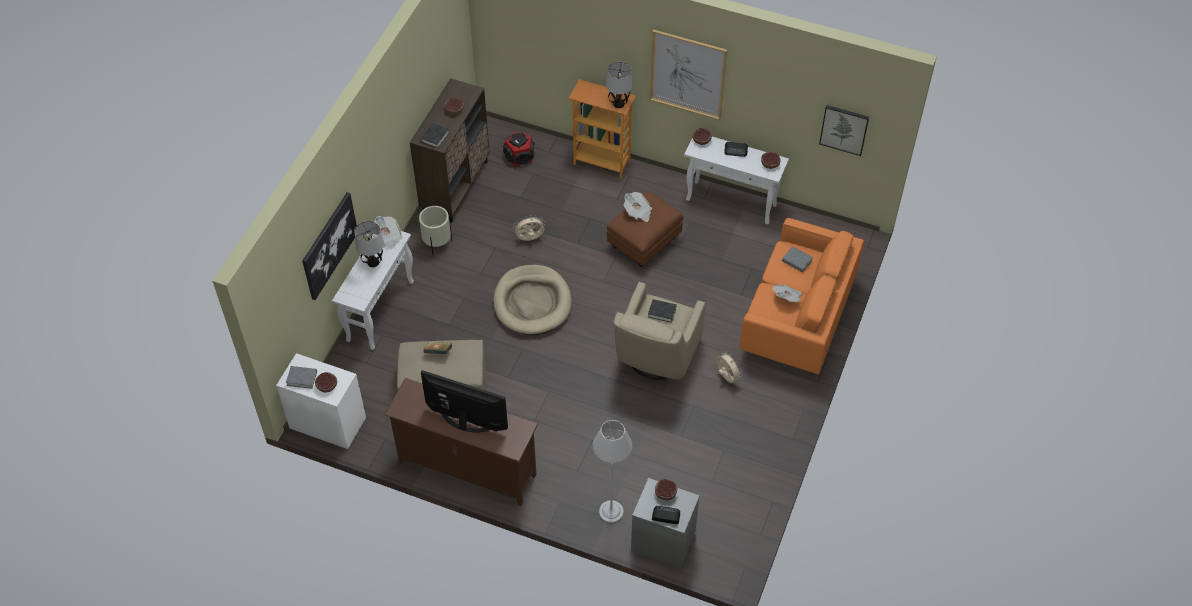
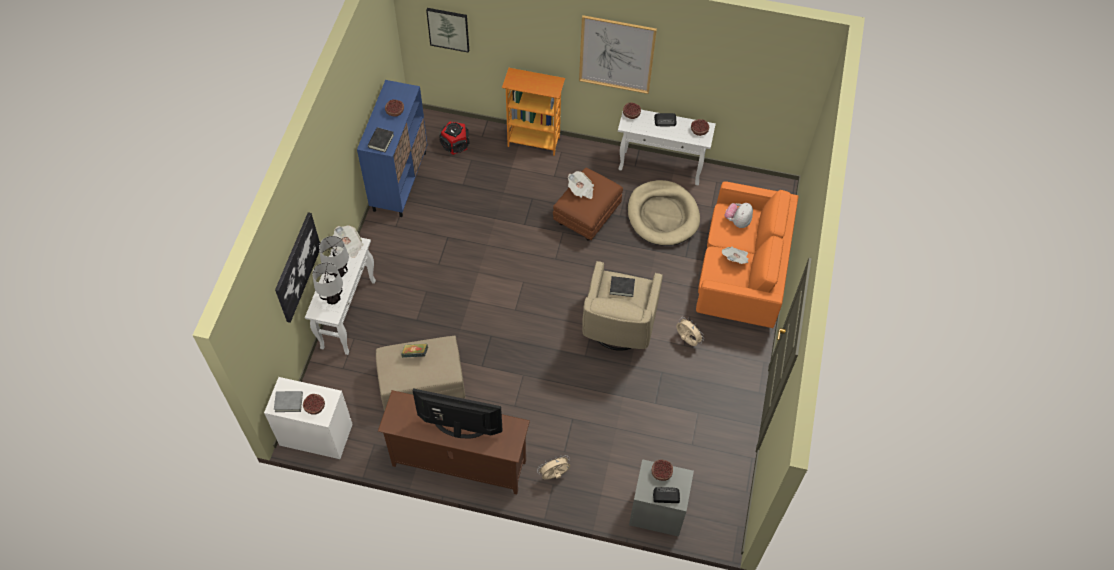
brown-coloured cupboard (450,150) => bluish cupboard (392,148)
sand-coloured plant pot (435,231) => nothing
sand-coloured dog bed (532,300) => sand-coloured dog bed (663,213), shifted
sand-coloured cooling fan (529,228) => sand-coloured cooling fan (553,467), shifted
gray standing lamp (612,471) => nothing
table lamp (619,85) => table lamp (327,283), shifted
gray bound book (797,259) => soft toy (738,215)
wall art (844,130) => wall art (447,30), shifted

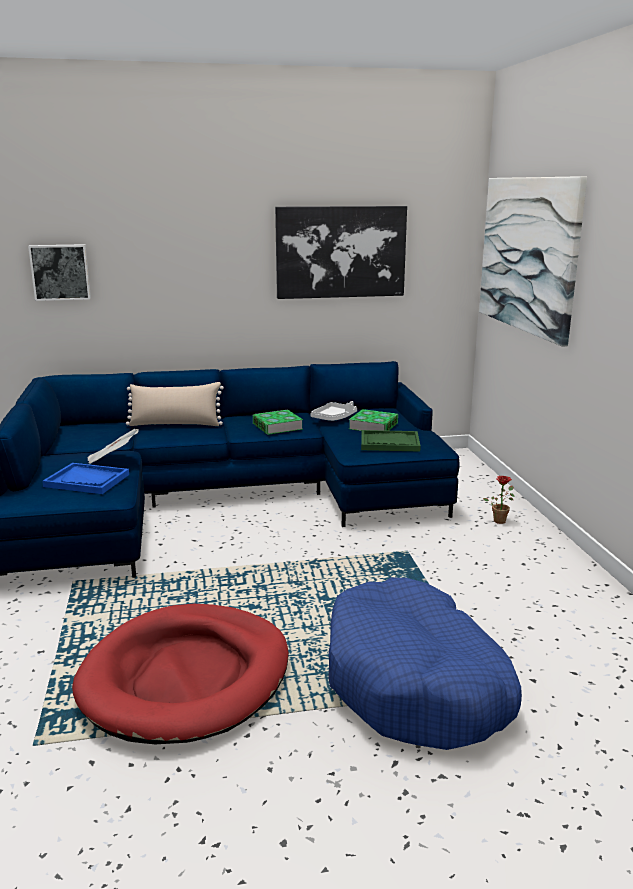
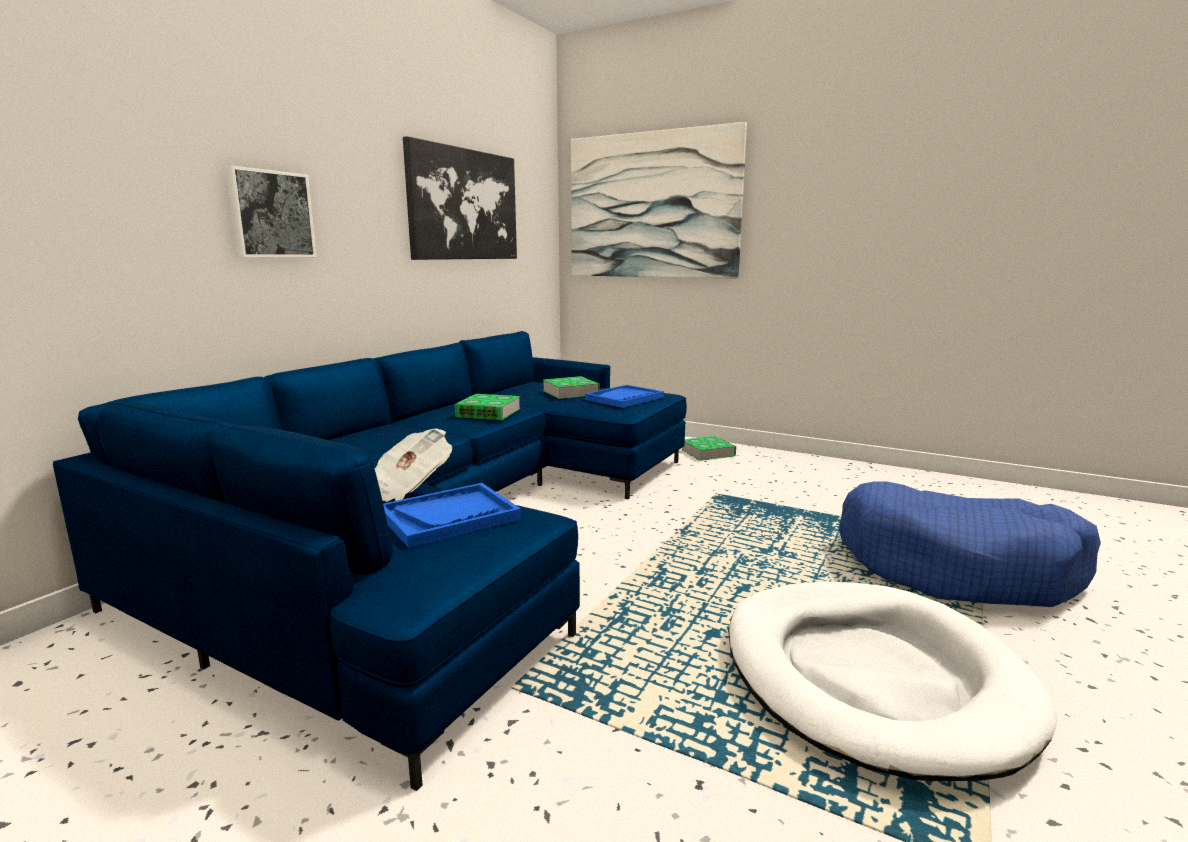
wall art (59,272) => wall art (271,211), shifted
red-coloured dog bed (180,674) => white-coloured dog bed (892,681)
sand-coloured throw pillow (175,404) => nothing
white-coloured tray (333,411) => nothing
greenish tray (391,441) => bluish tray (624,396)
potted plant (499,500) => bound book (708,448)

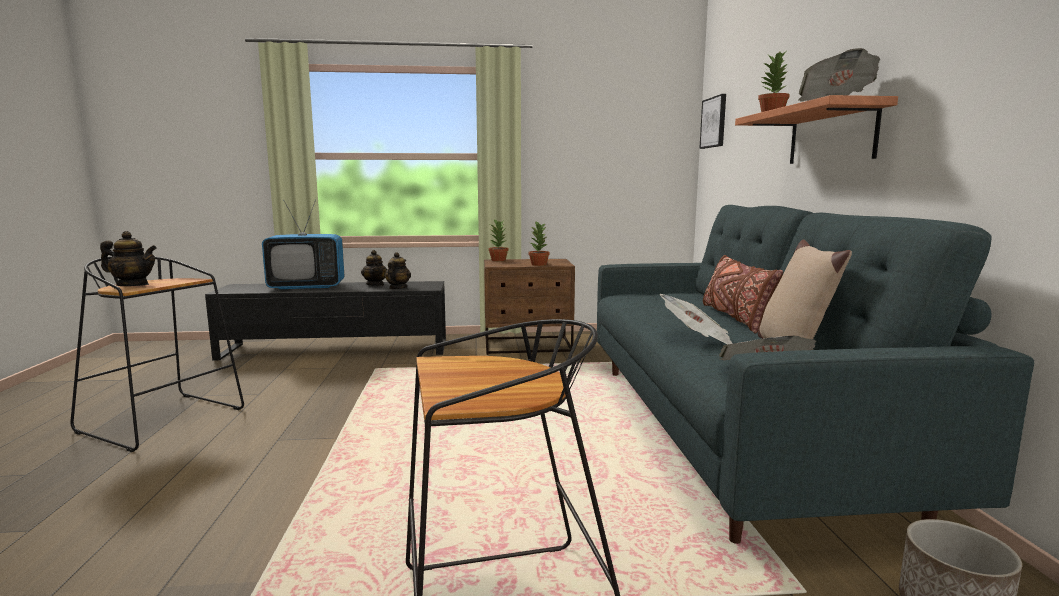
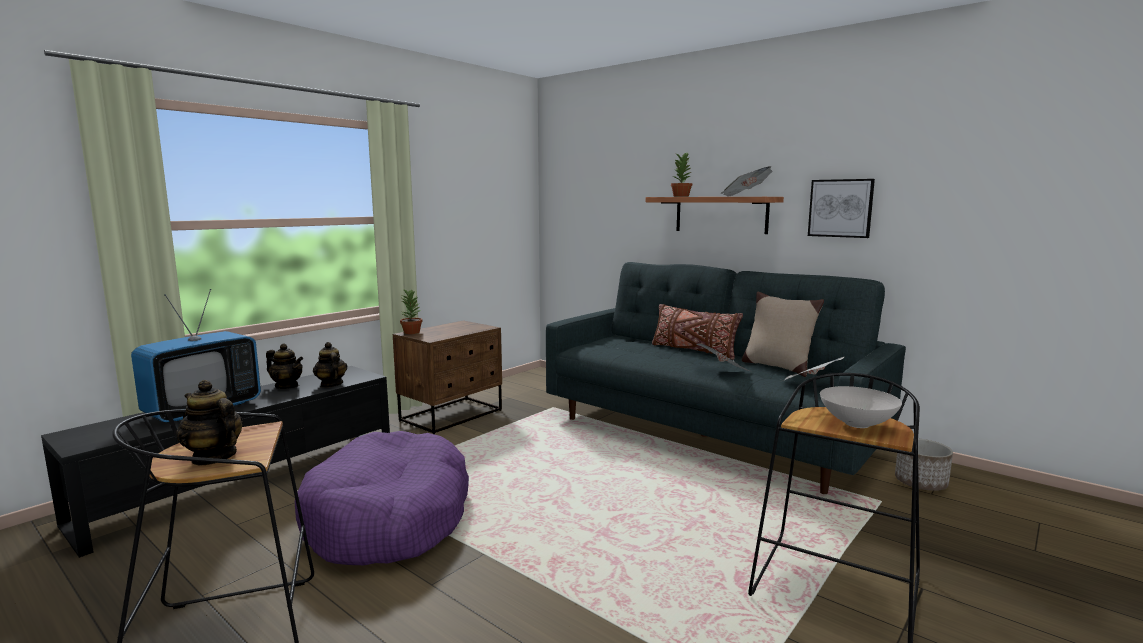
tea pot (128,258) => tea pot (209,422), 105 degrees counterclockwise
potted plant (539,243) => nothing
wall art (712,121) => wall art (841,208), shifted
nothing => purple dog bed (382,498)
nothing => white-coloured deep dish (861,407)

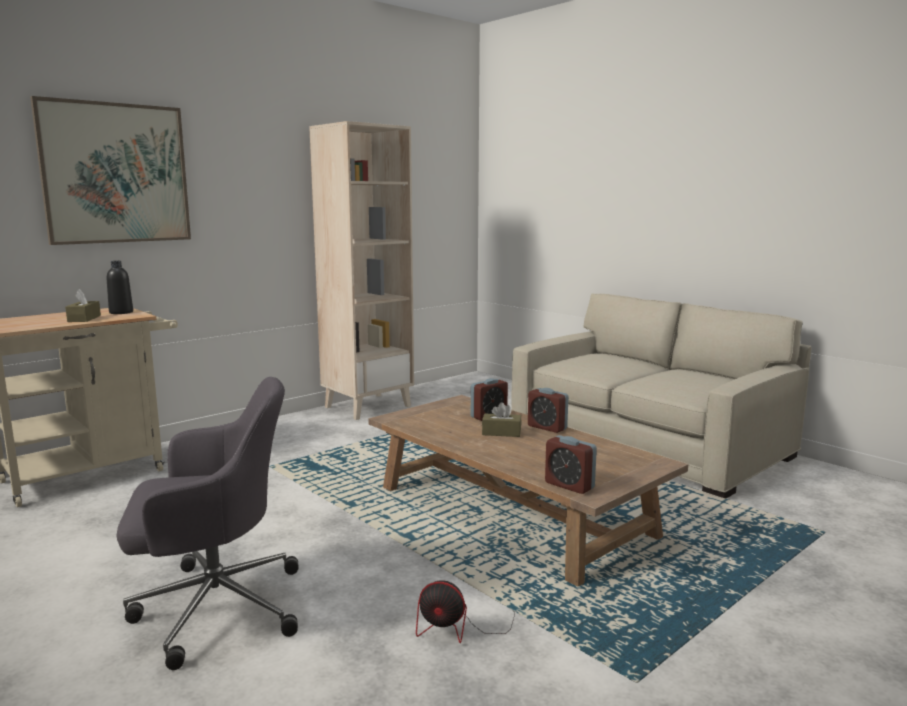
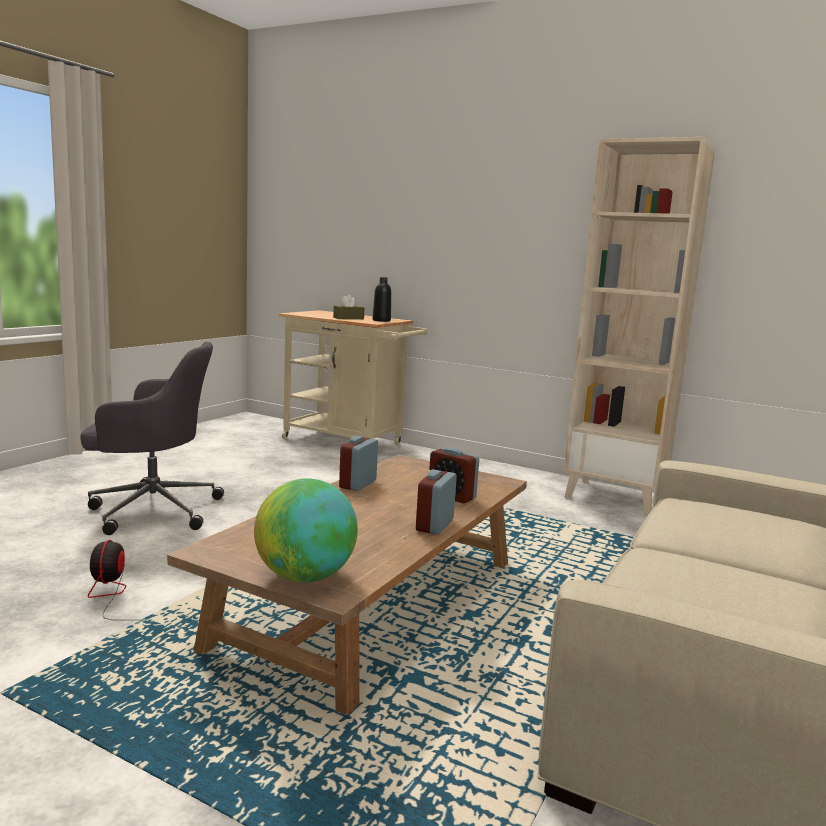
wall art (110,170) => nothing
gray computer chair (207,523) => gray computer chair (152,438), 60 degrees counterclockwise
brown-coloured box of tissues (502,419) => nothing
bedside clock (571,464) => bedside clock (358,463), shifted
nothing => world globe (306,530)

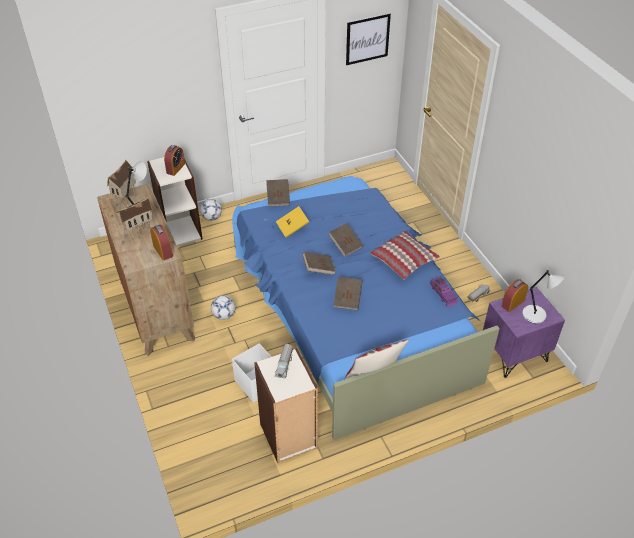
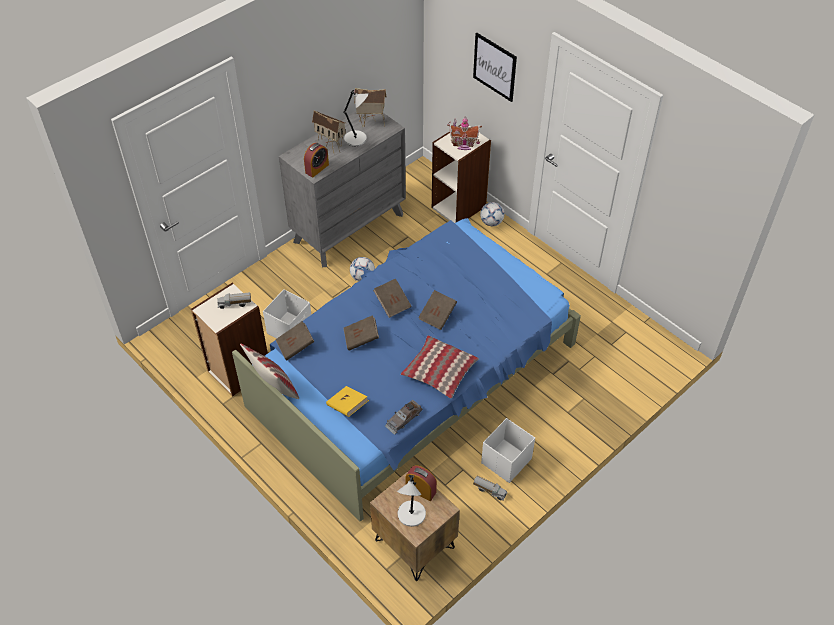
brown-coloured drawer chest (146,269) => gray drawer chest (342,189)
bedside clock (174,160) => miniature house (464,133)
brown-coloured bound book (278,193) => brown-coloured bound book (294,340), shifted
yellow bound book (292,221) => yellow bound book (347,401), shifted
wall art (368,39) => wall art (495,67), shifted
purple toy car (444,291) => gray toy car (403,417)
purple night table (524,332) => brown-coloured night table (415,526)
nothing => white-coloured storage container (508,450)

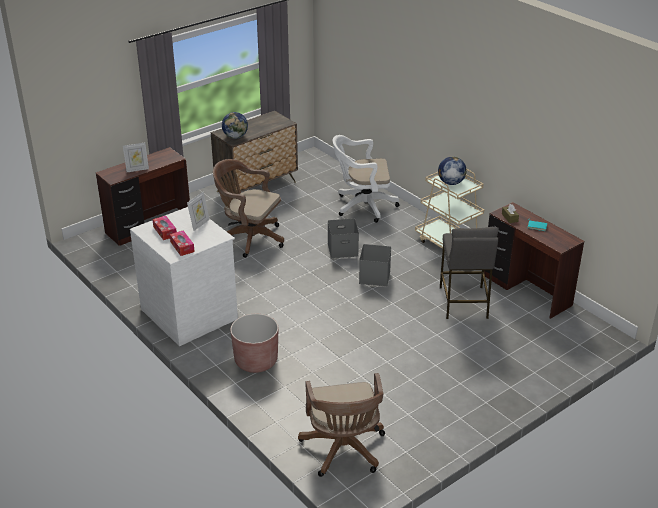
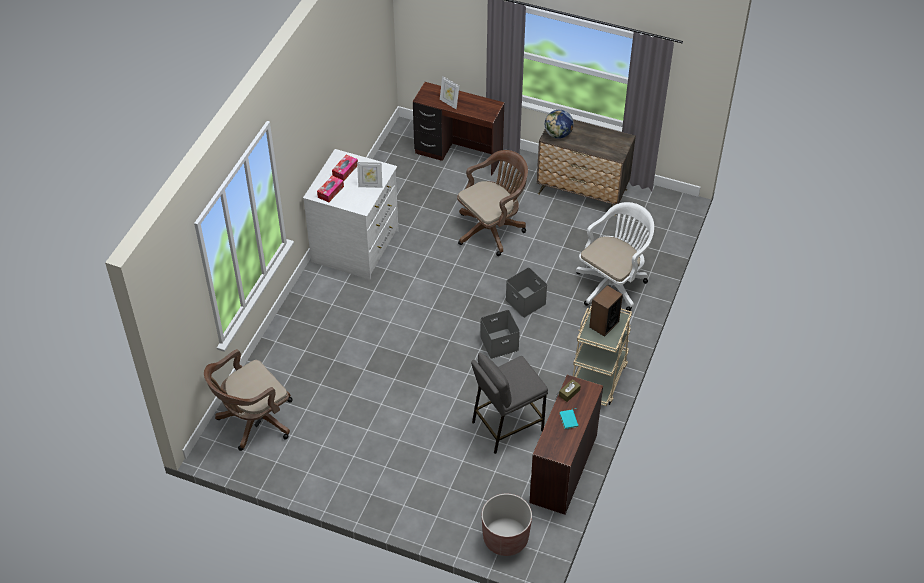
brown-coloured computer chair (248,208) => brown-coloured computer chair (492,203), 60 degrees clockwise
brown-coloured plant pot (254,343) => brown-coloured plant pot (507,525), shifted
white-coloured computer chair (366,179) => white-coloured computer chair (615,256), 75 degrees clockwise
world globe (452,171) => audio speaker (606,311)

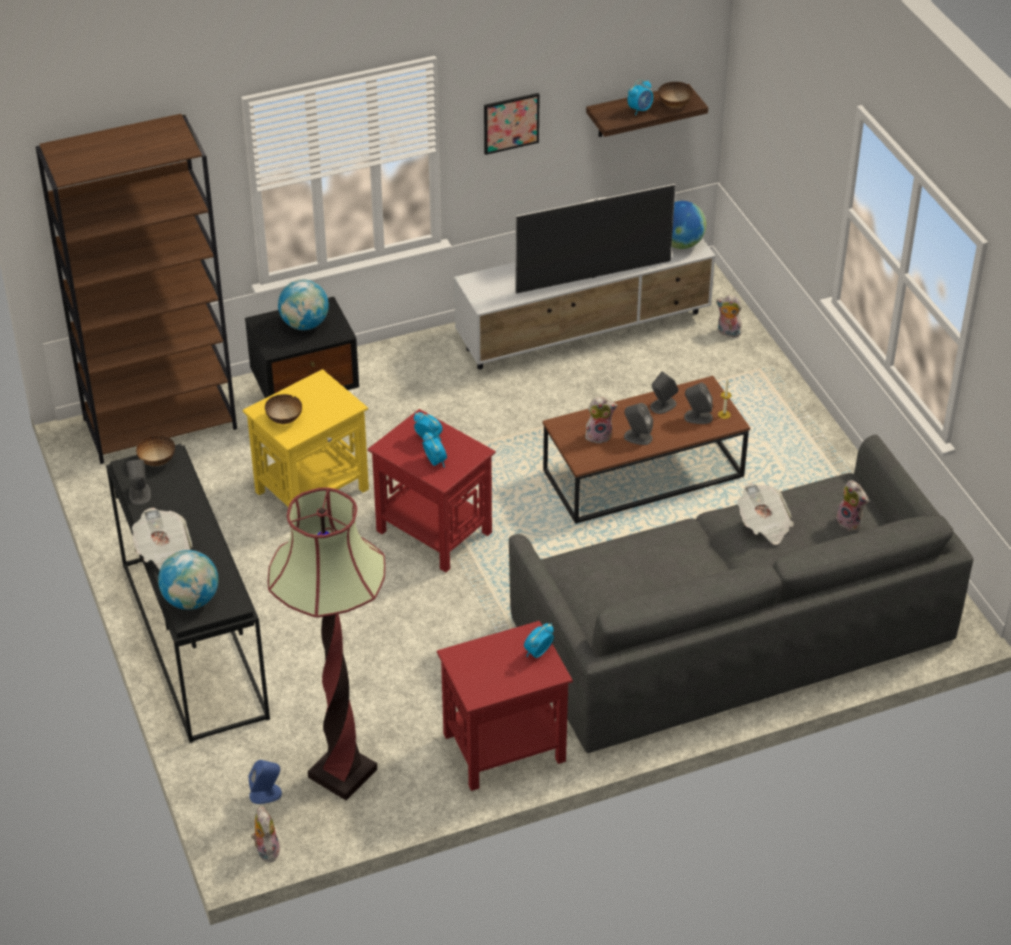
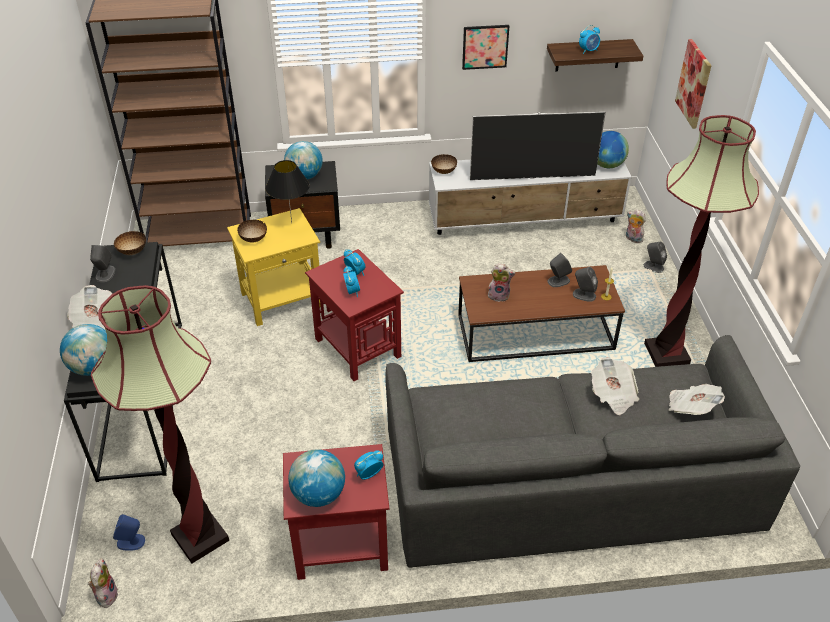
gray audio speaker (638,424) => gray audio speaker (655,257), shifted
deep dish (675,95) => deep dish (444,164), shifted
soft toy (852,505) => printed paper (696,399)
nothing => black table lamp (288,191)
nothing => world globe (316,478)
nothing => standing lamp (701,241)
nothing => wall art (693,84)

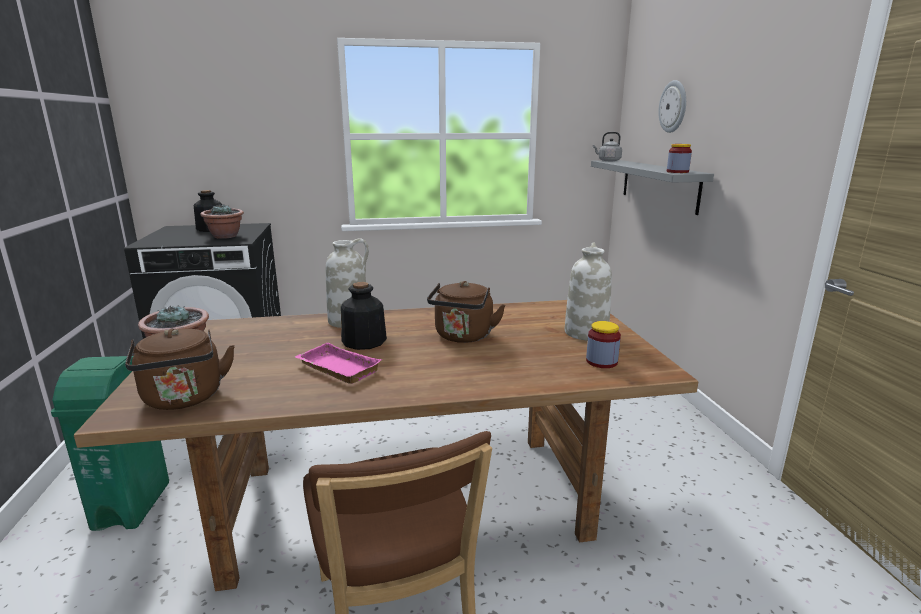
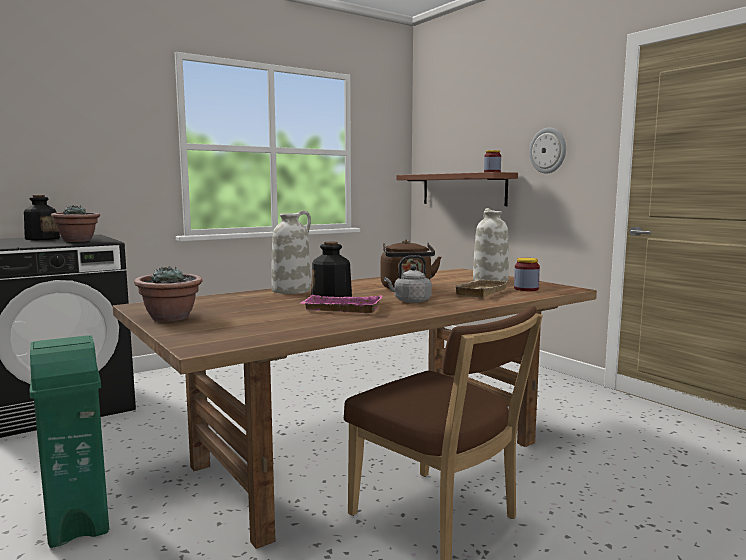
brown-coloured kettle (180,369) => nothing
gray bracket shelf (652,187) => brown-coloured bracket shelf (457,189)
gray kettle (607,146) => gray kettle (408,279), shifted
hanging clock (672,106) => hanging clock (547,151), shifted
nothing => sand-coloured tray (481,289)

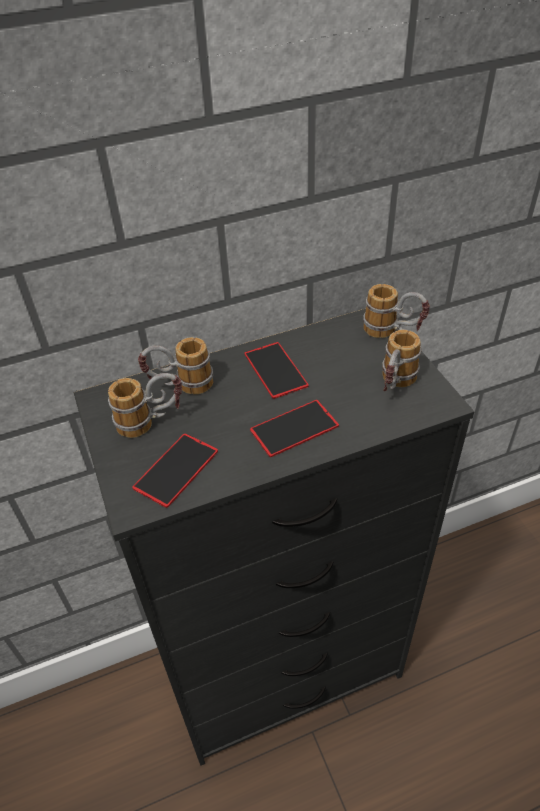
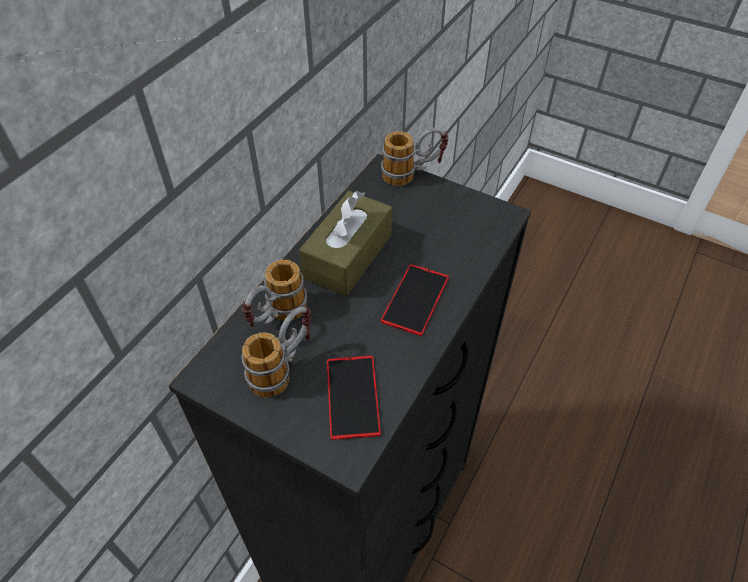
handset (277,370) => brown-coloured box of tissues (345,243)
tea mug (401,360) => nothing

